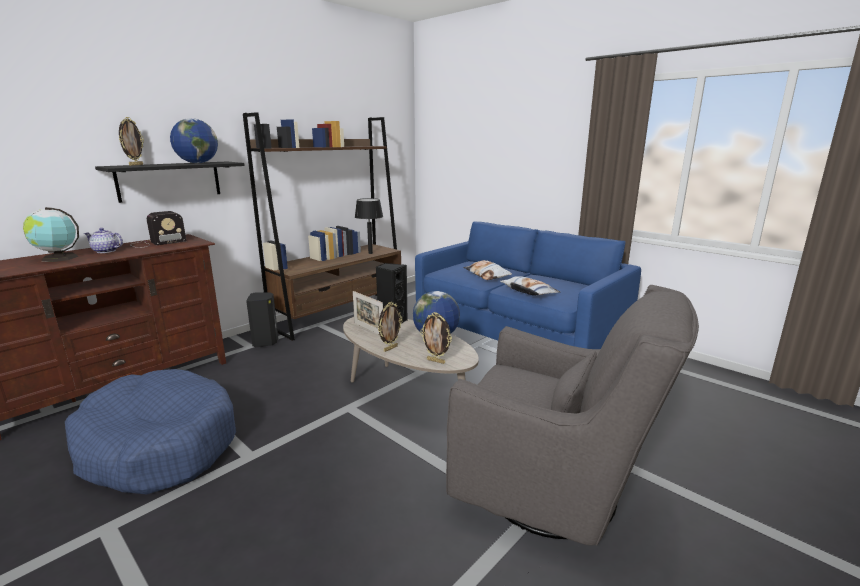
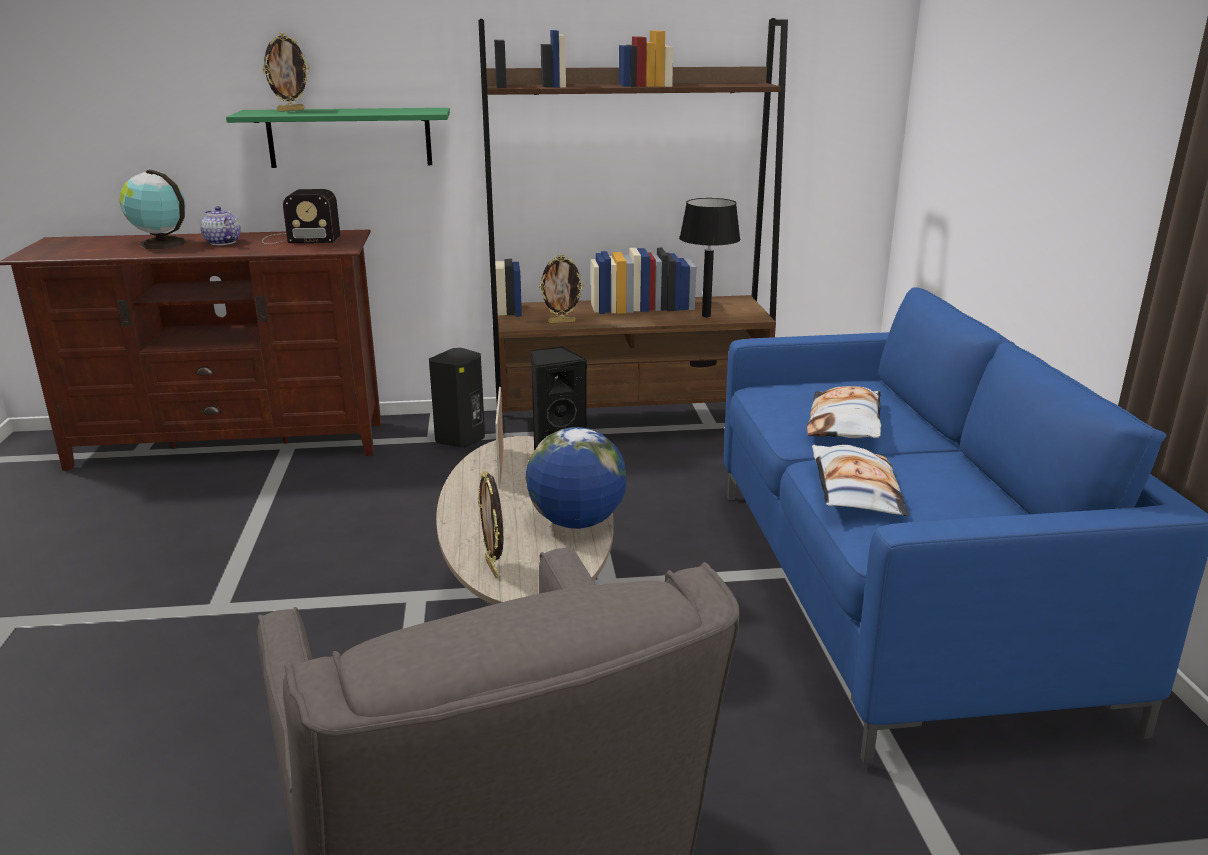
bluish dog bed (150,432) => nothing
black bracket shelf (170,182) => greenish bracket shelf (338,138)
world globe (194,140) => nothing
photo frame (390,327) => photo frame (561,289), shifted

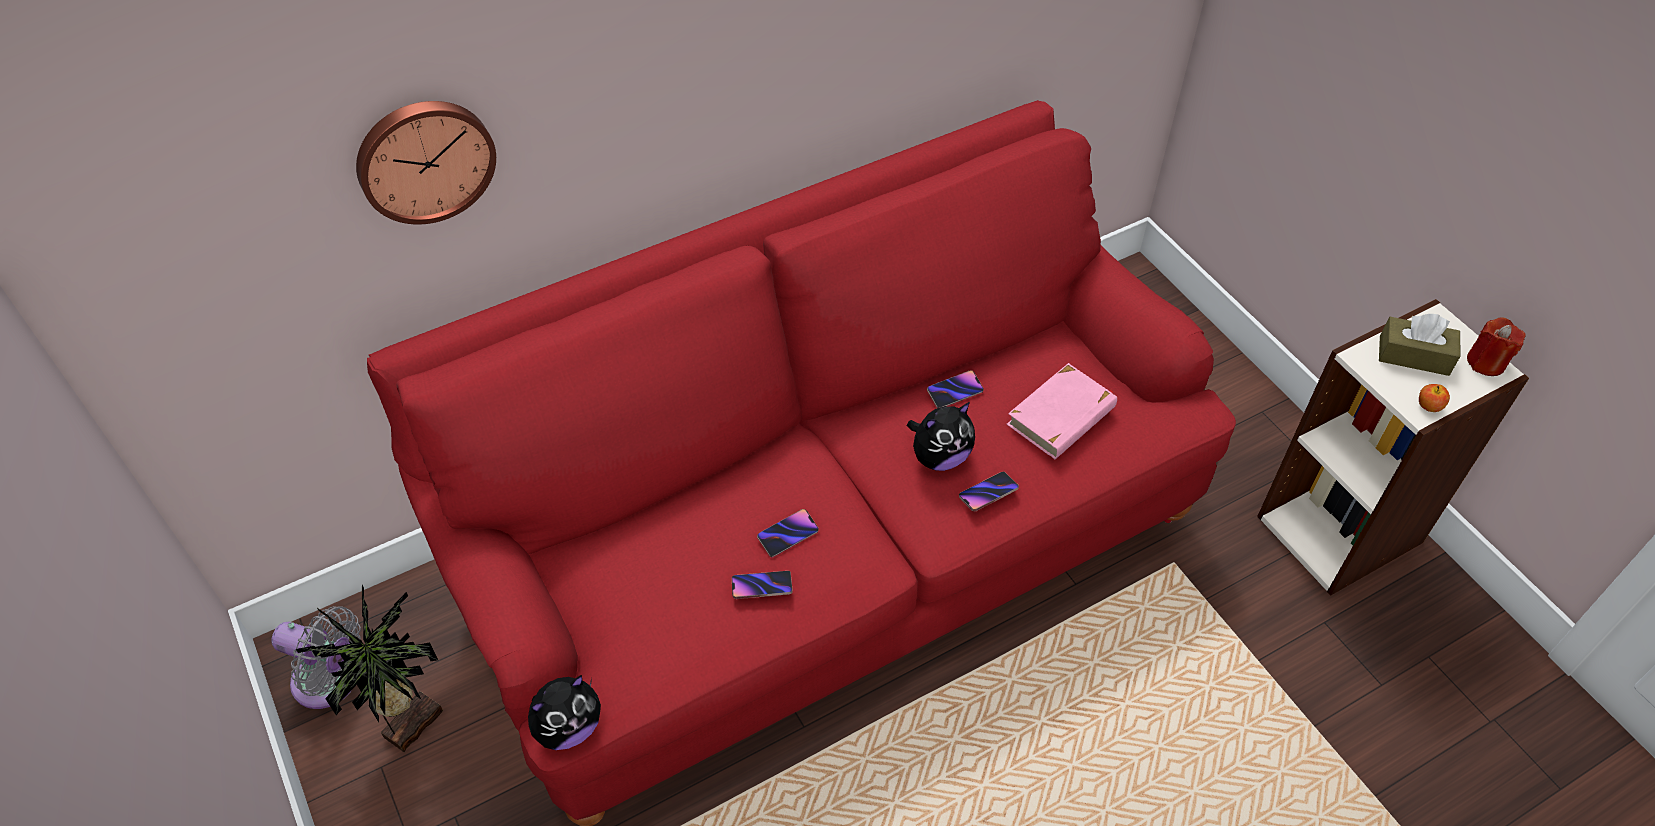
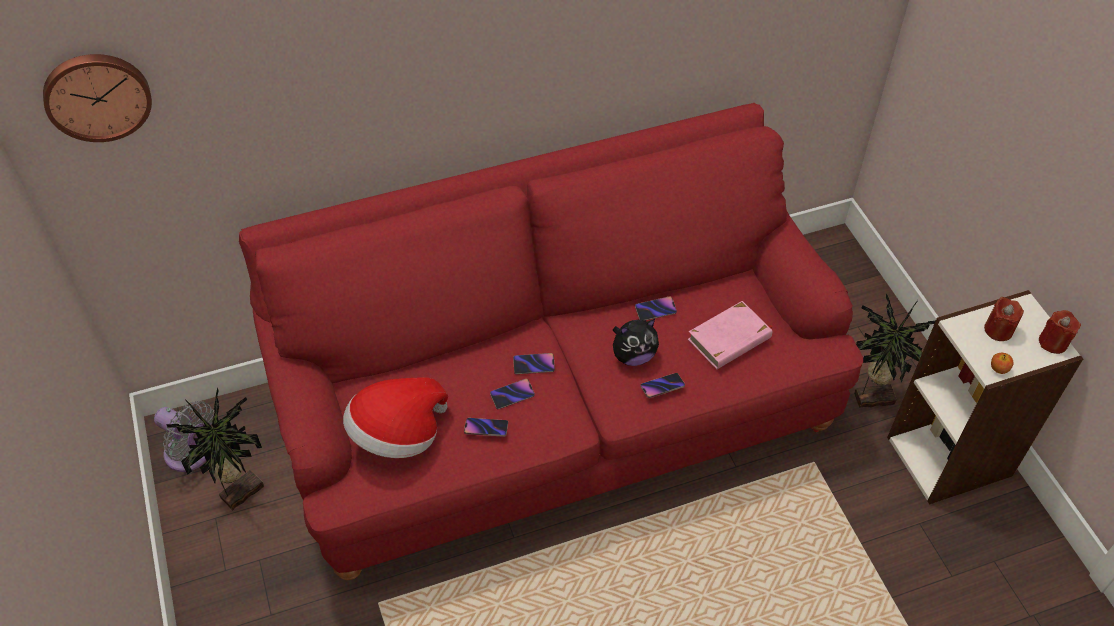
hanging clock (426,163) => hanging clock (97,98), shifted
soft toy (564,712) => nothing
brown-coloured box of tissues (1419,345) => red-coloured candle (1004,319)
nothing => clothing hat (395,417)
nothing => handset (534,363)
nothing => potted plant (894,351)

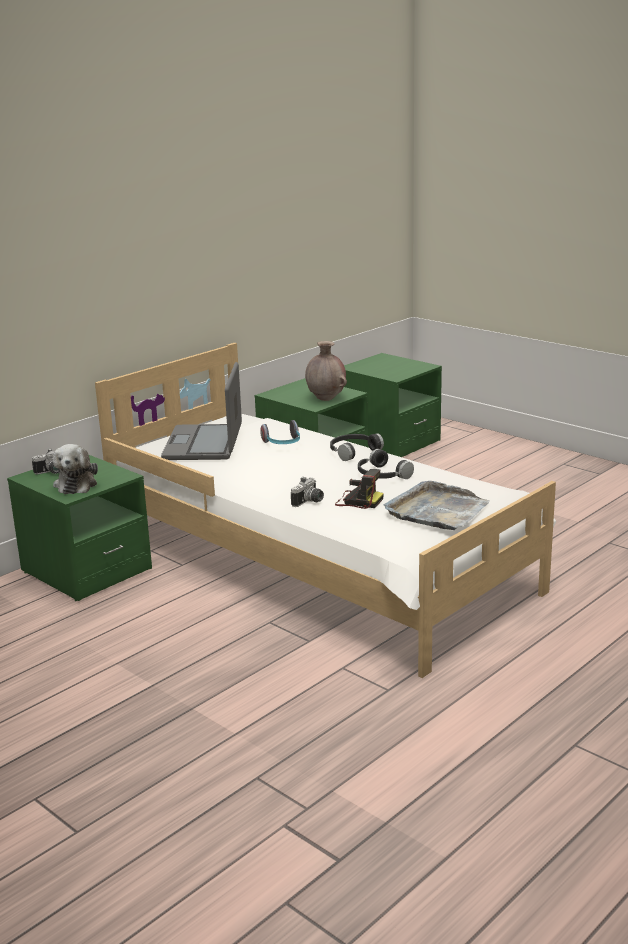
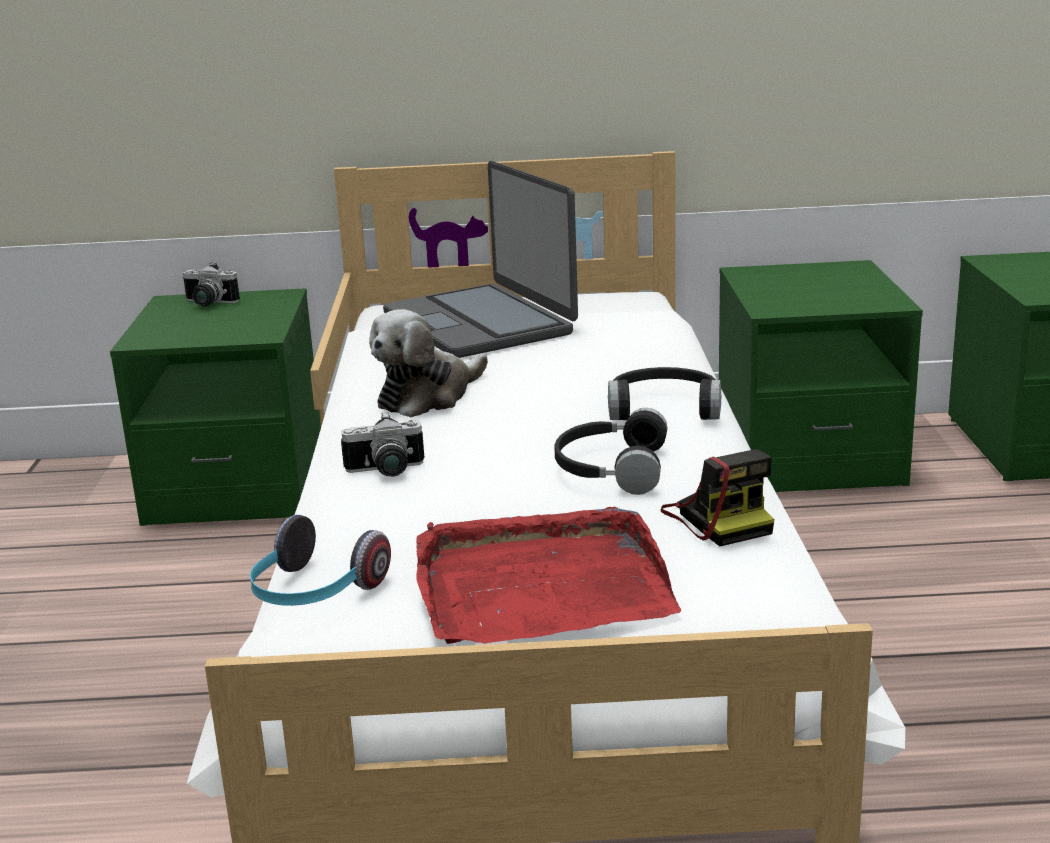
soft toy (75,469) => soft toy (428,363), shifted
notebook computer (201,411) => notebook computer (480,259), 75 degrees counterclockwise
headphones (280,432) => headphones (320,560), shifted
brown-coloured vase (326,371) => nothing
photo camera (359,489) => photo camera (717,497), shifted
gray tray (437,505) => red-coloured tray (548,575)

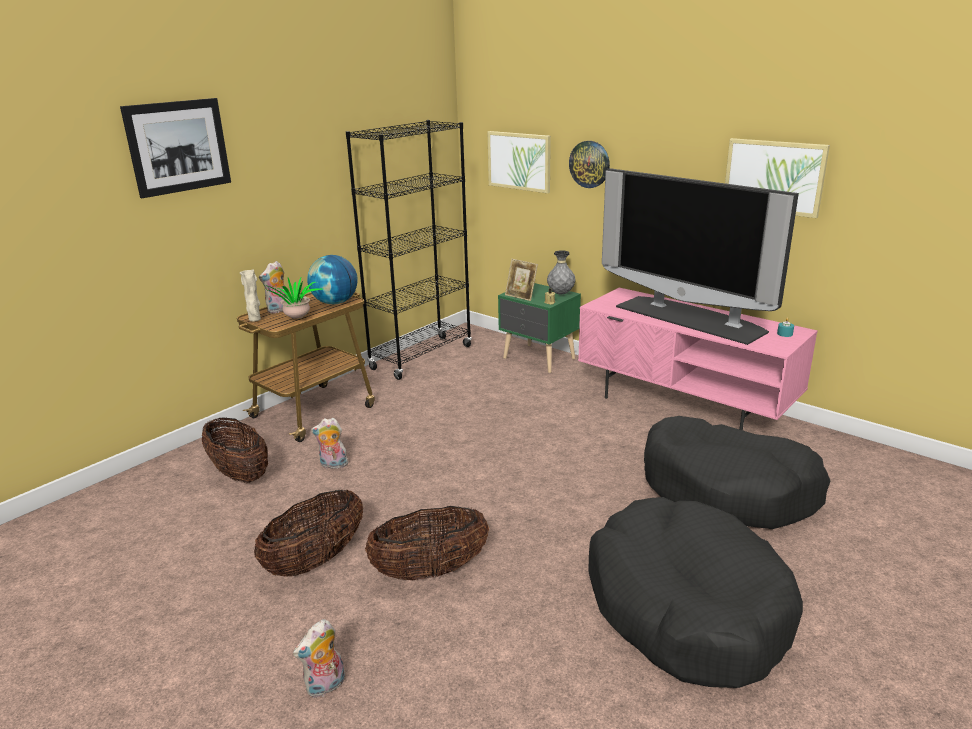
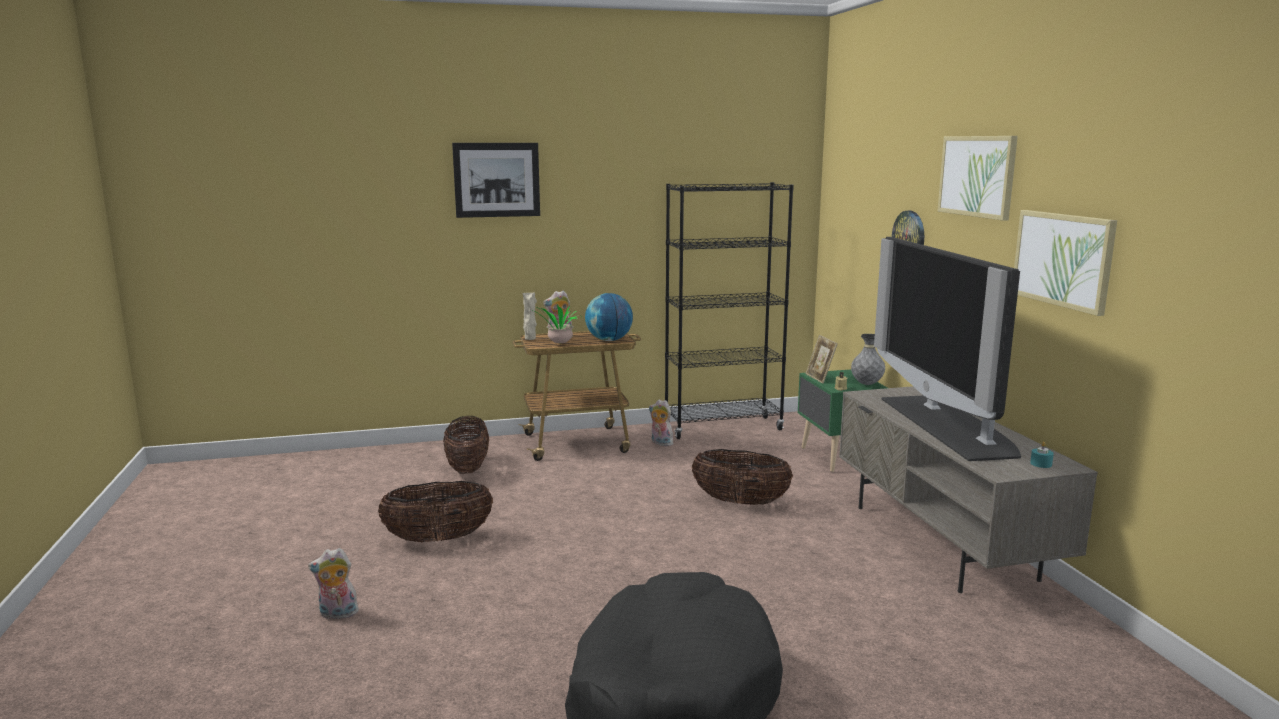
soft toy (329,443) => soft toy (661,422), shifted
basket (427,543) => basket (742,477), shifted
wall art (519,162) => wall art (977,178), shifted
pinkish tv stand (698,359) => gray tv stand (968,489)
black dog bed (737,472) => nothing

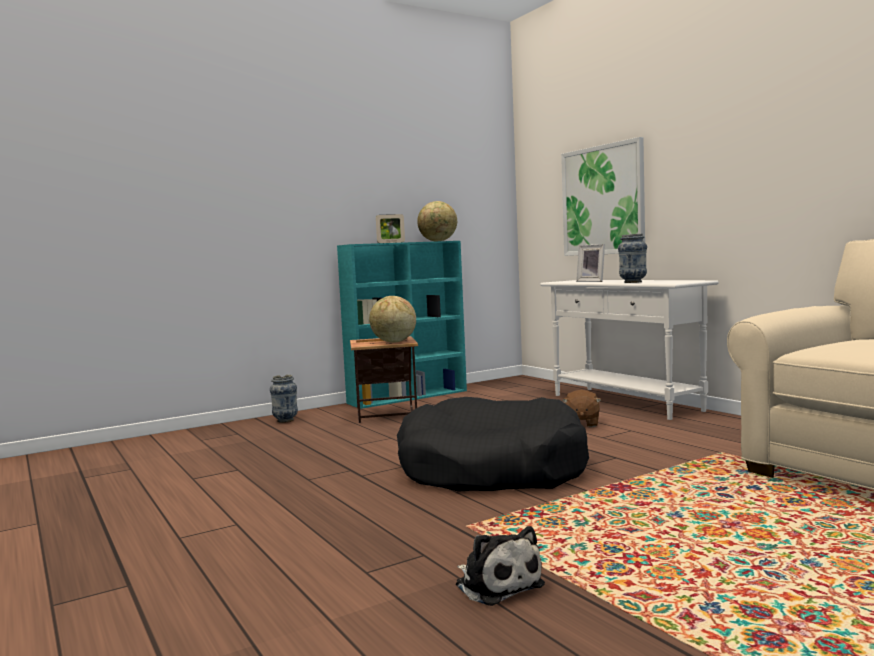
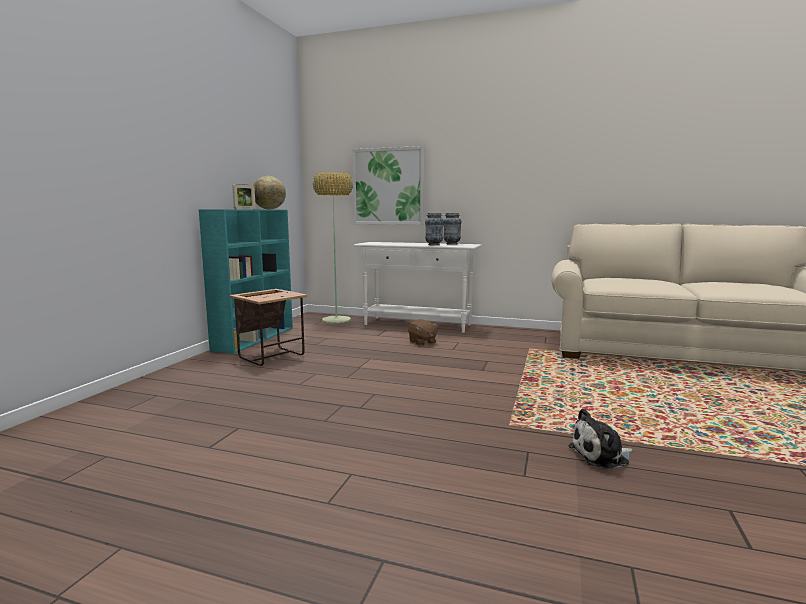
vase (284,399) => vase (452,229), shifted
world globe (392,319) => nothing
black dog bed (493,444) => nothing
soft toy (500,566) => soft toy (600,438), 150 degrees clockwise
photo frame (590,263) => nothing
nothing => standing lamp (333,247)

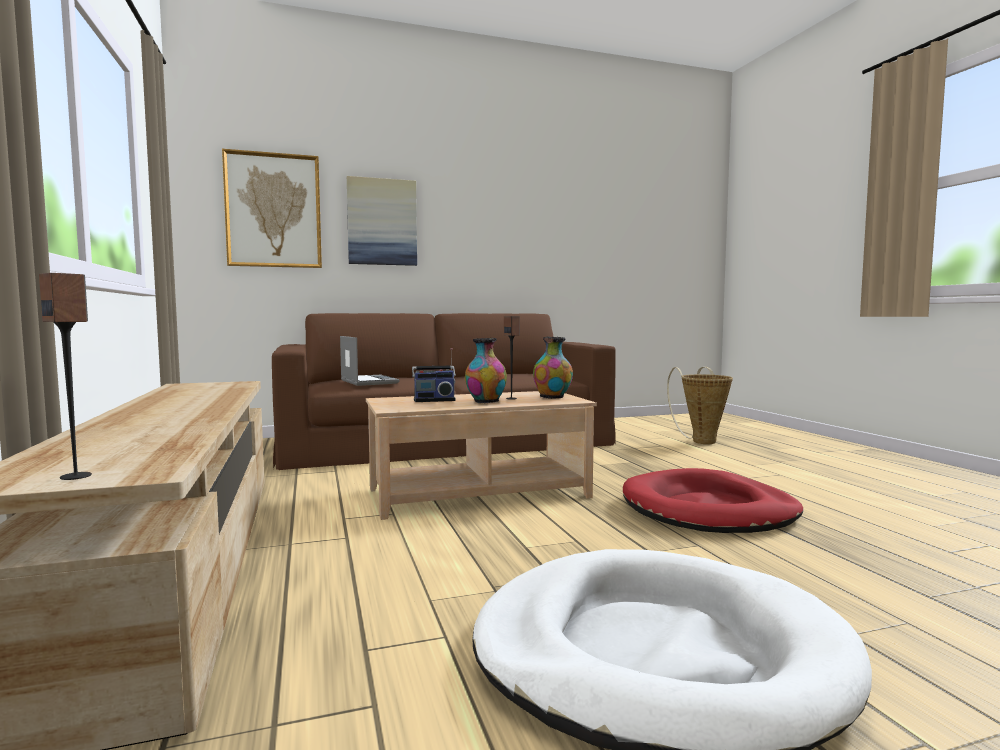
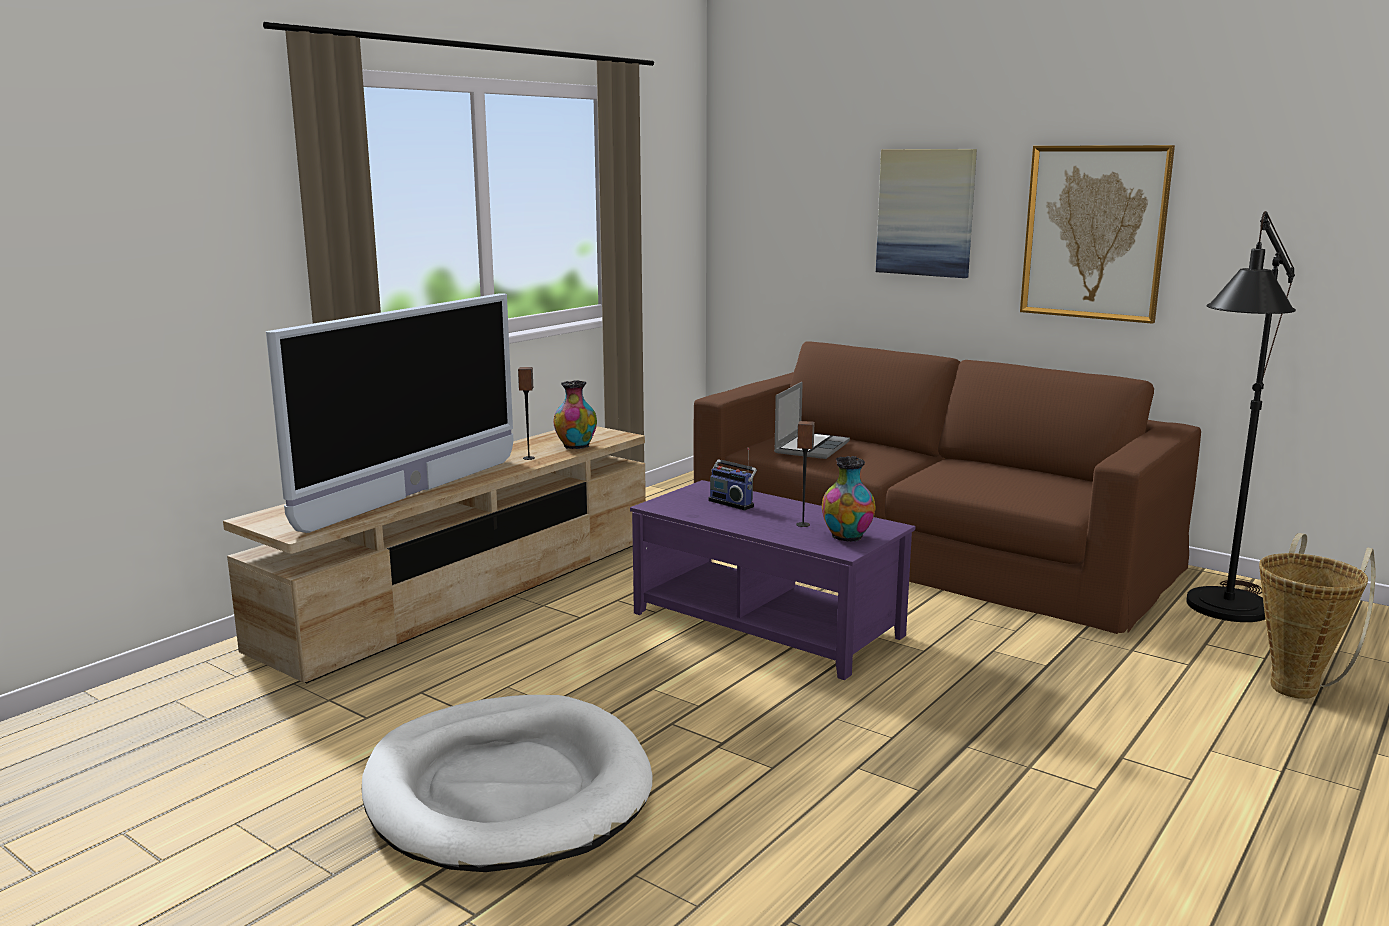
audio speaker (65,376) => audio speaker (526,413), shifted
wall art (272,208) => wall art (1097,234), shifted
sand-coloured coffee table (481,455) => purple coffee table (772,580)
vase (486,370) => vase (575,414), shifted
red-coloured dog bed (713,500) => nothing
nothing => television (389,413)
nothing => black standing lamp (1241,416)

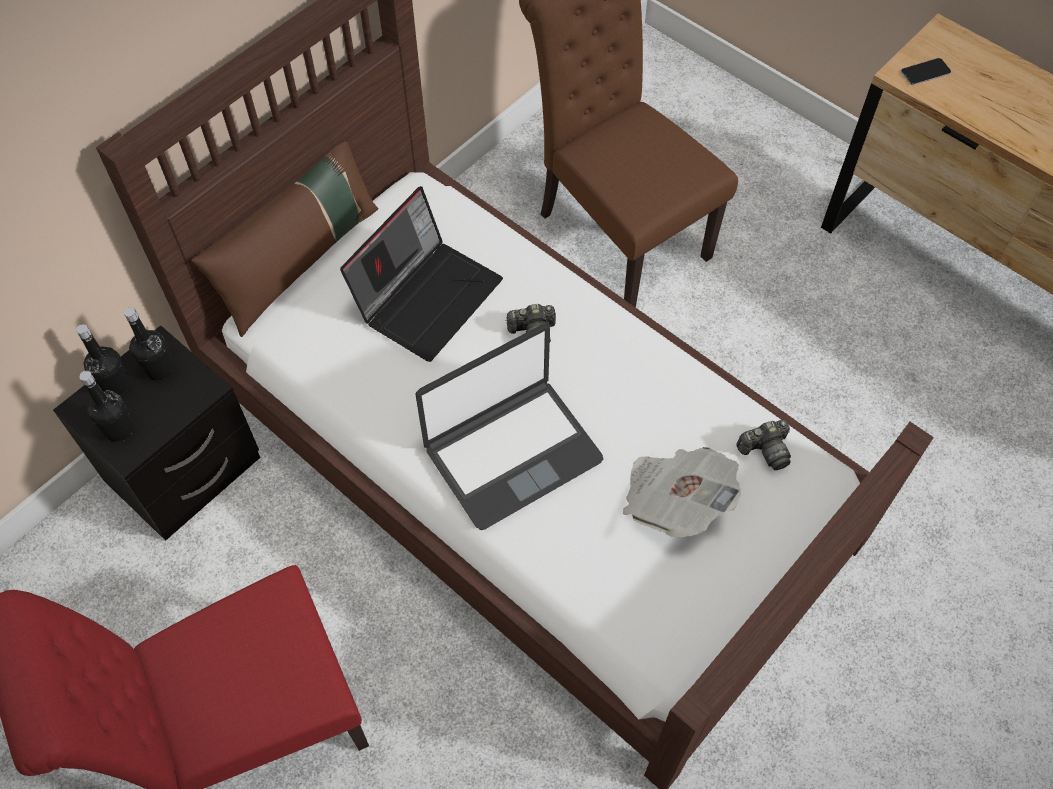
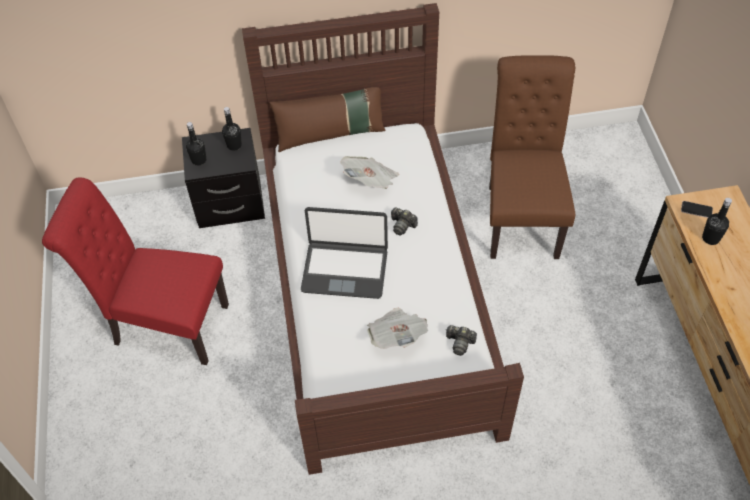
black drink bottle (103,359) => black drink bottle (717,221), shifted
notebook computer (421,274) => printed paper (369,172)

